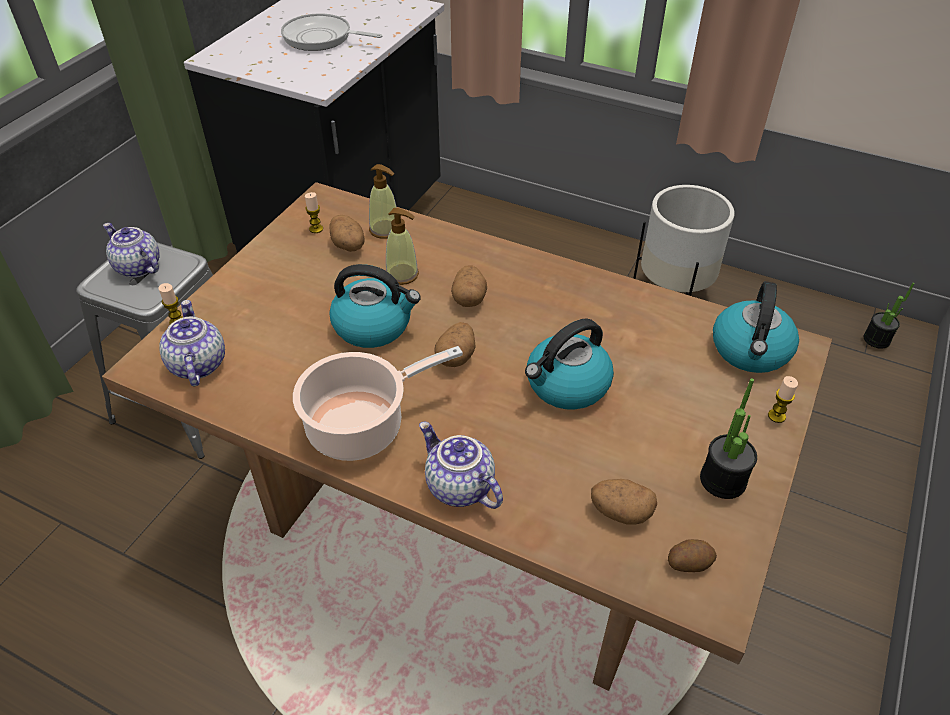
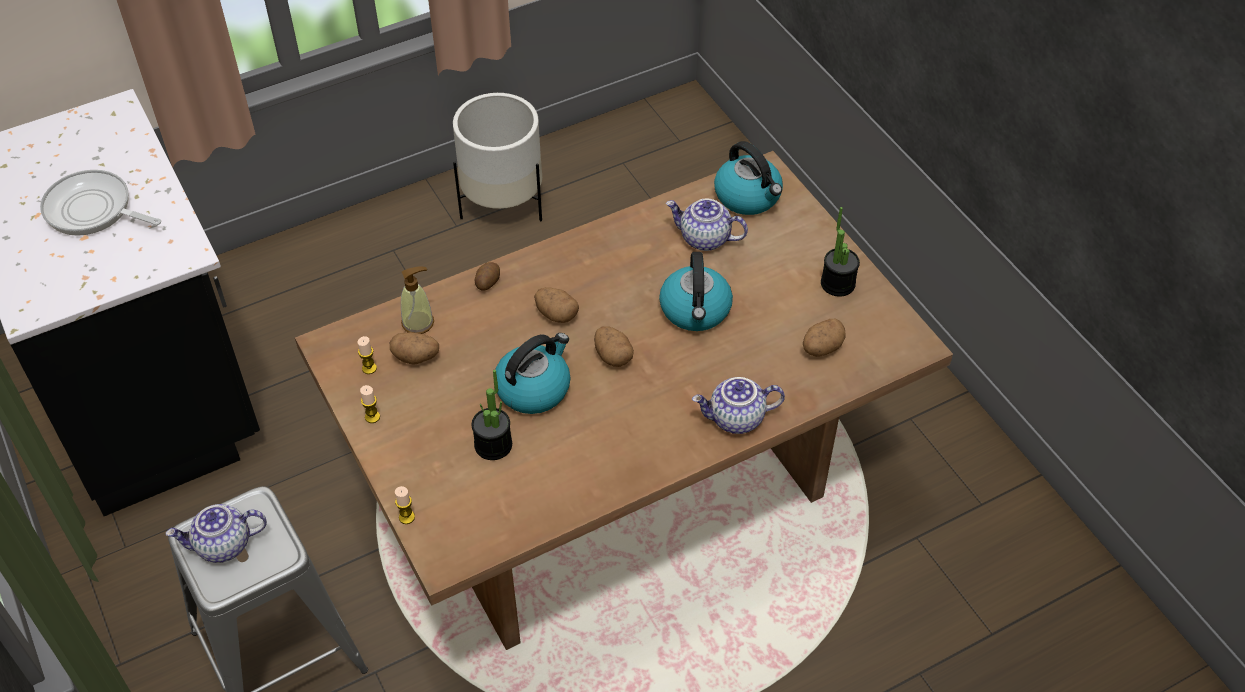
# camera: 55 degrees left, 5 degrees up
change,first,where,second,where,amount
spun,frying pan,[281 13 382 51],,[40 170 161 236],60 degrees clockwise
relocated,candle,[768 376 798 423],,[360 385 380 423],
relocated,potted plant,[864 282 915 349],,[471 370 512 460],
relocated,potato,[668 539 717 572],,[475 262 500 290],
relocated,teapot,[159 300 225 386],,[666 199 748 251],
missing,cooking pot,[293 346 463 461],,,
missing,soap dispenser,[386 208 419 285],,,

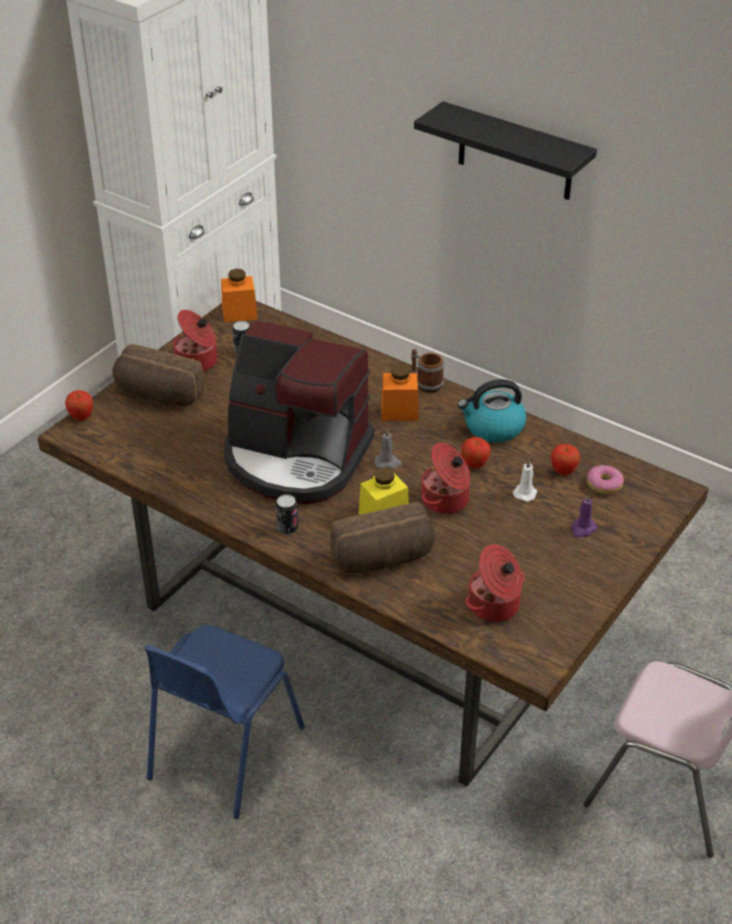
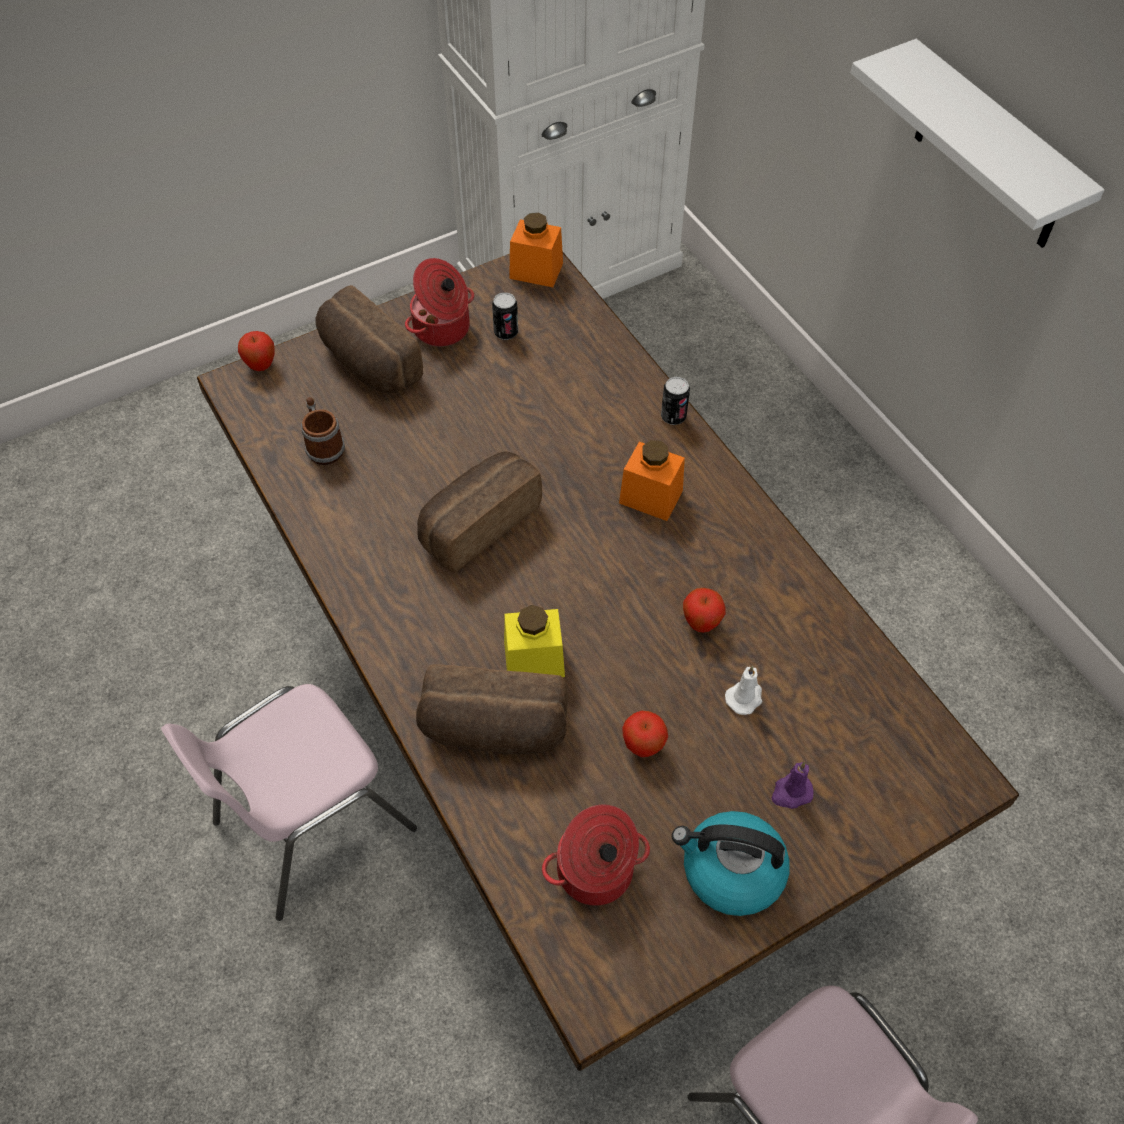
# camera: 25 degrees right, 15 degrees up
change,first,where,second,where,amount
colour,chair in blue,[144 625 305 819],chair in pink,[161 684 417 921],
relocated,mug,[411 349 444 393],,[301 397 345 465],
exchanged,coffee machine,[224 320 374 504],bread,[417 451 542 573],
relocated,apple,[551 444 580 476],,[622 711 668 757],
relocated,can,[276 495 298 535],,[661 377 690 425],
relocated,kettle,[458 379 527 443],,[672 811 790 916],
colour,shelf in black,[414 101 597 200],shelf in white,[851 39 1105 248],
missing,candle in grey,[374 428 402 469],,,
missing,cooking pot,[421 443 470 514],,,
missing,donut,[587 465 624 494],,,

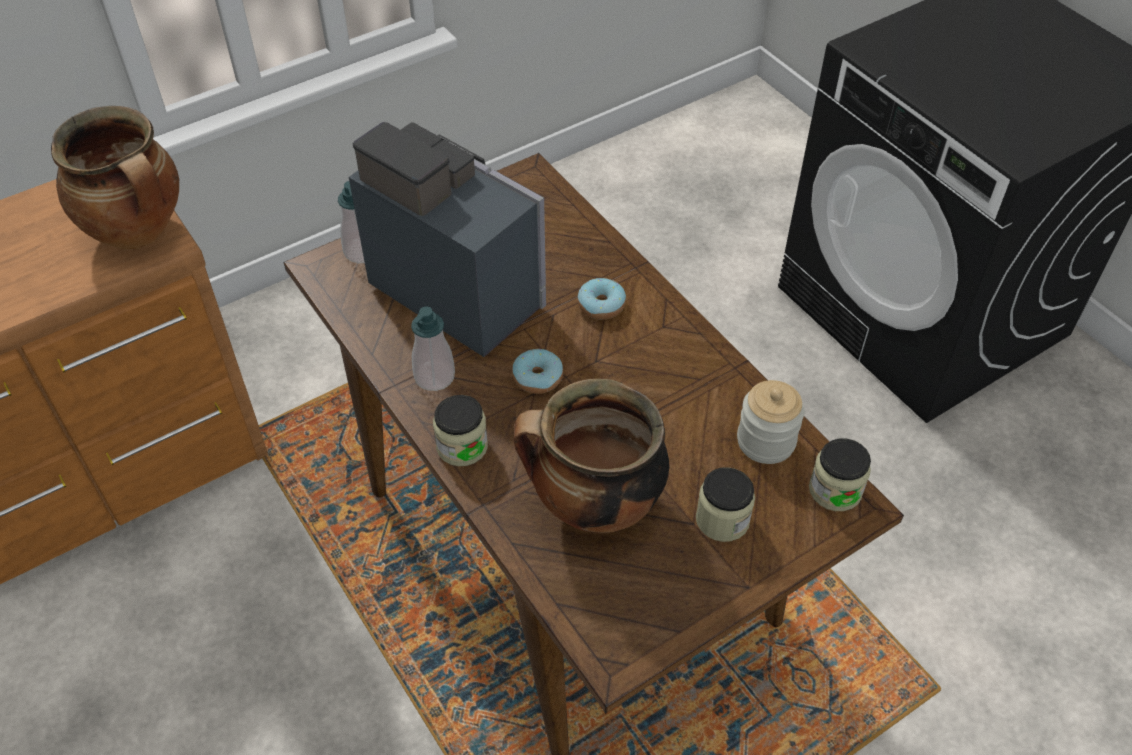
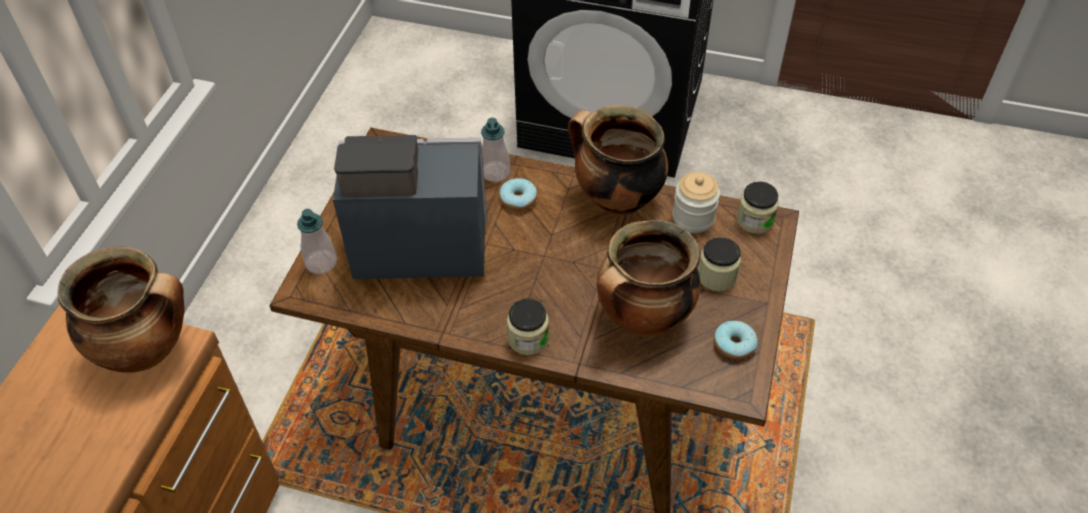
# camera: 40 degrees left, 0 degrees up
change,first,where,second,where,amount
relocated,soap dispenser,[411 307 455 391],,[481 118 510 182],
appeared,,,cooking pot,[568 105 668 215],
relocated,donut,[512 348 563 394],,[714 321 757 360],

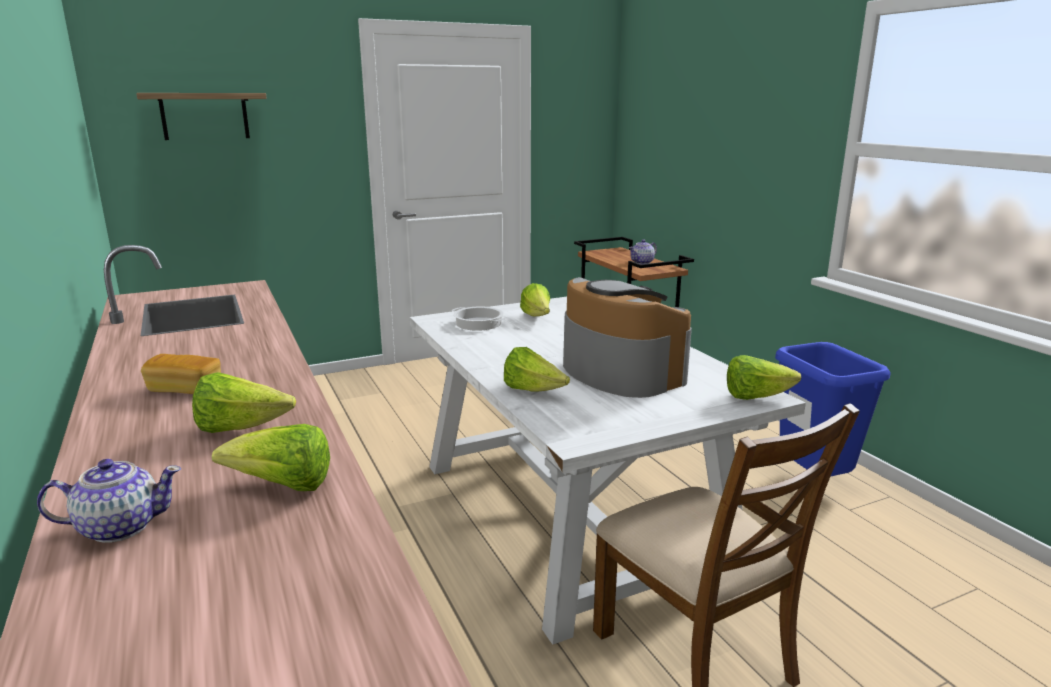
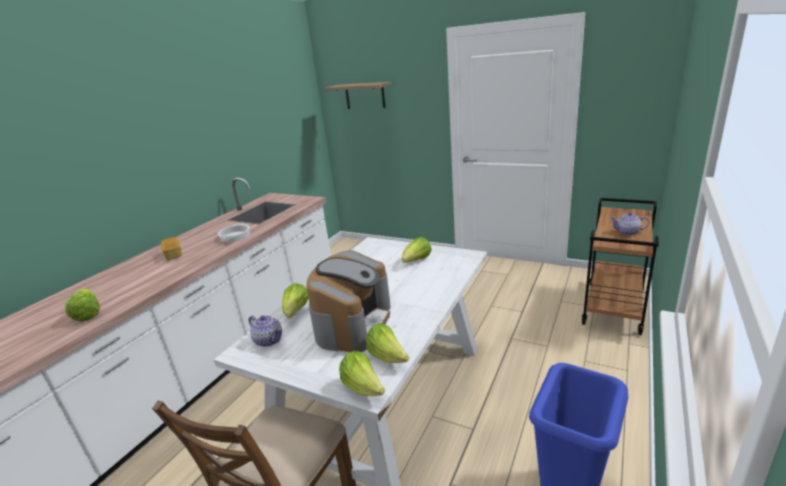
# camera: 55 degrees right, 5 degrees up
change,first,where,second,where,amount
relocated,cooking pot,[451 306 507 331],,[218 223 250 242],
relocated,teapot,[37 459 181 543],,[249 315 282 347],
relocated,lettuce,[192 372 296 433],,[366 324 409 363],

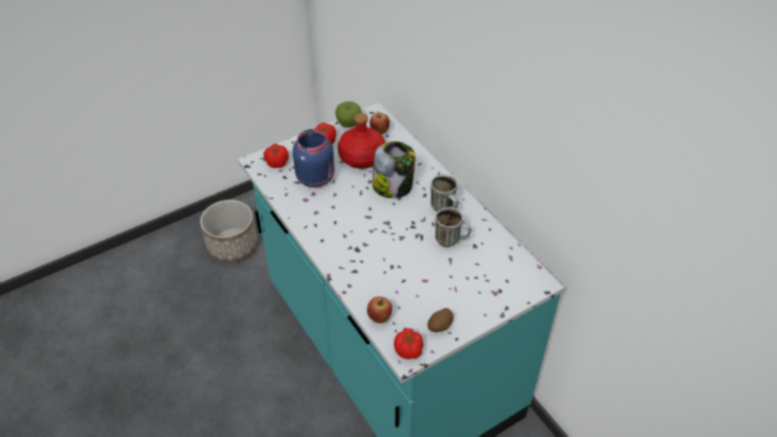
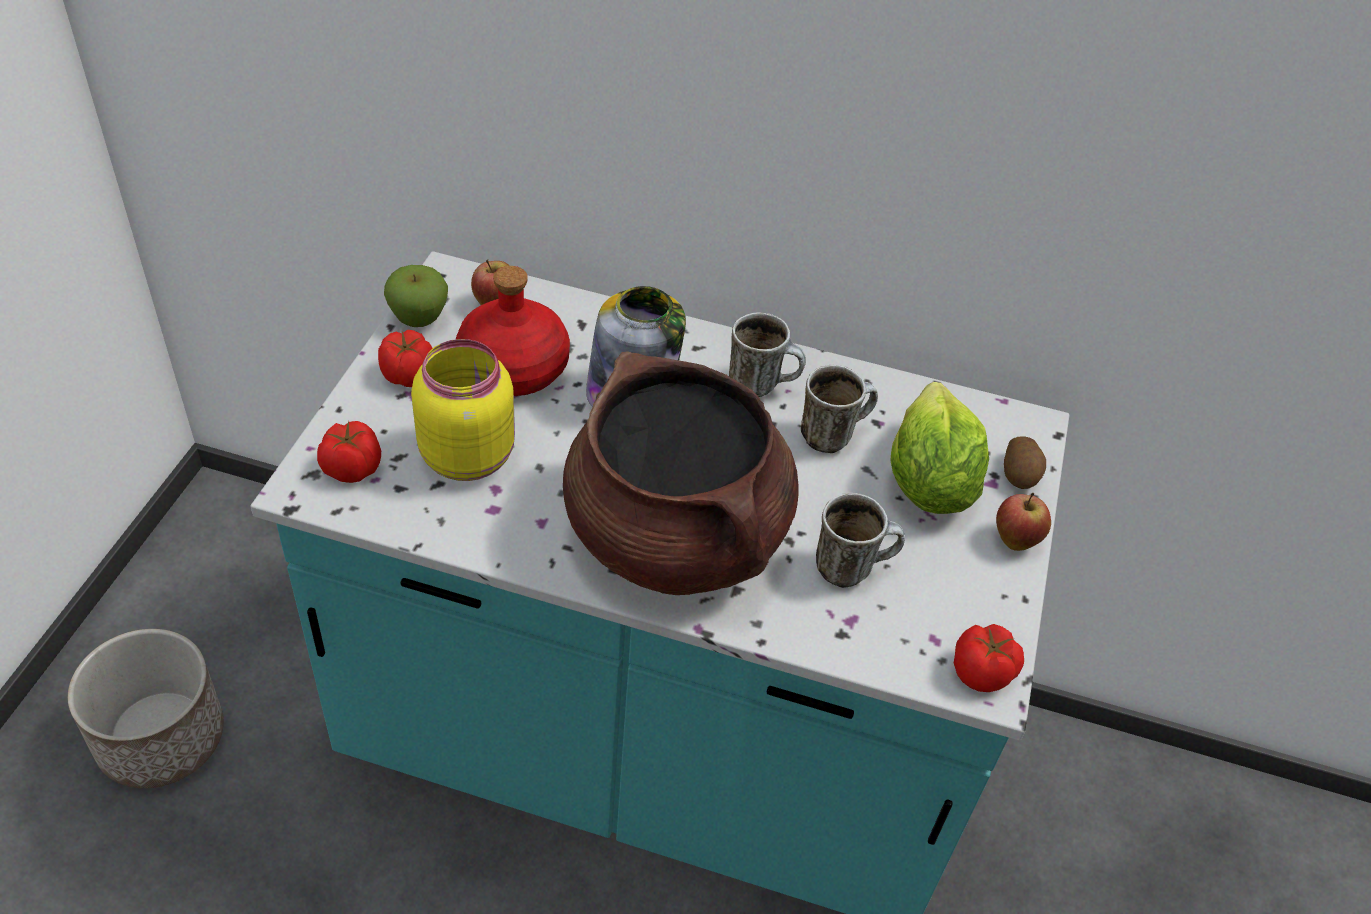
# camera: 45 degrees left, 0 degrees up
change,first,where,second,where,amount
colour,jar in blue,[293 129 335 188],jar in yellow,[411 339 515 481],
appeared,,,cooking pot in brown,[563 351 799 595],
appeared,,,mug,[816 493 905 588],
appeared,,,lettuce,[890 382 989 514],
relocated,apple,[367 296 392 323],,[996 493 1051 551],
relocated,potato,[427 308 453 332],,[1004 437 1046 489],

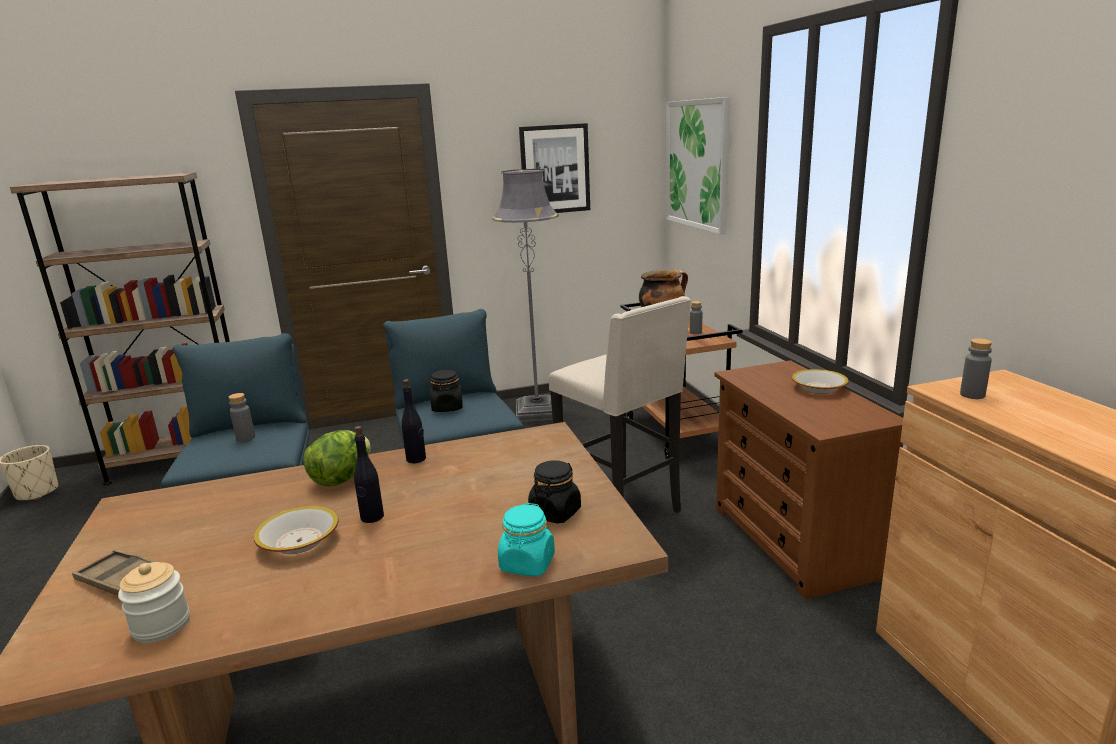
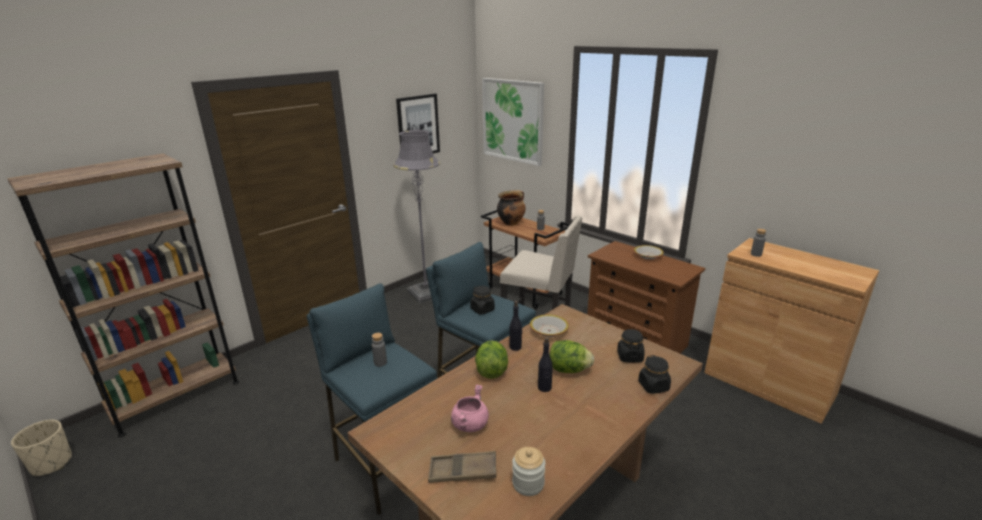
# camera: 30 degrees left, 5 degrees up
change,first,where,second,where,amount
appeared,,,cooking pot in pink,[451 384 489 432],
relocated,bowl,[254 506 338 554],,[530 314 569 337],
appeared,,,lettuce,[549 340 594 373],
colour,jar in turquoise,[498 503 555 576],jar in black,[638 355 671 394],

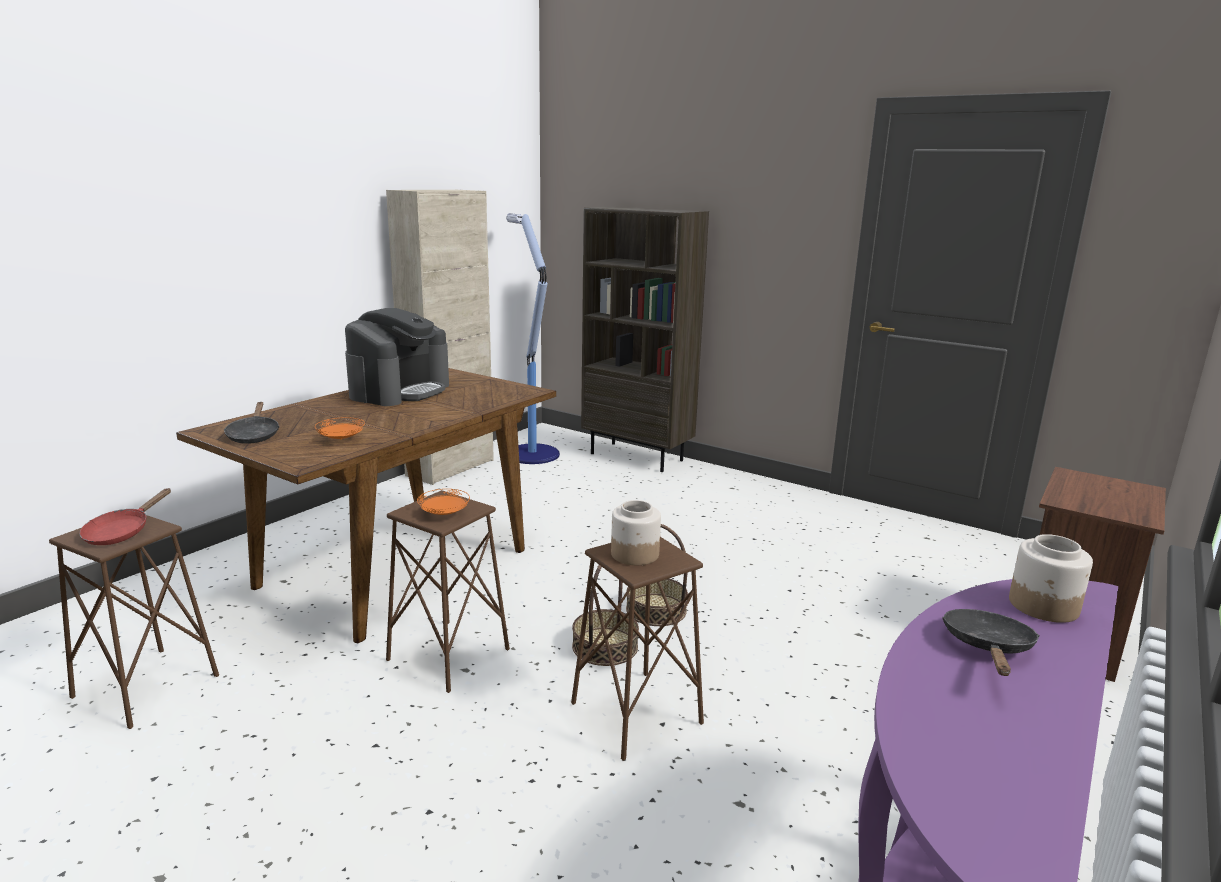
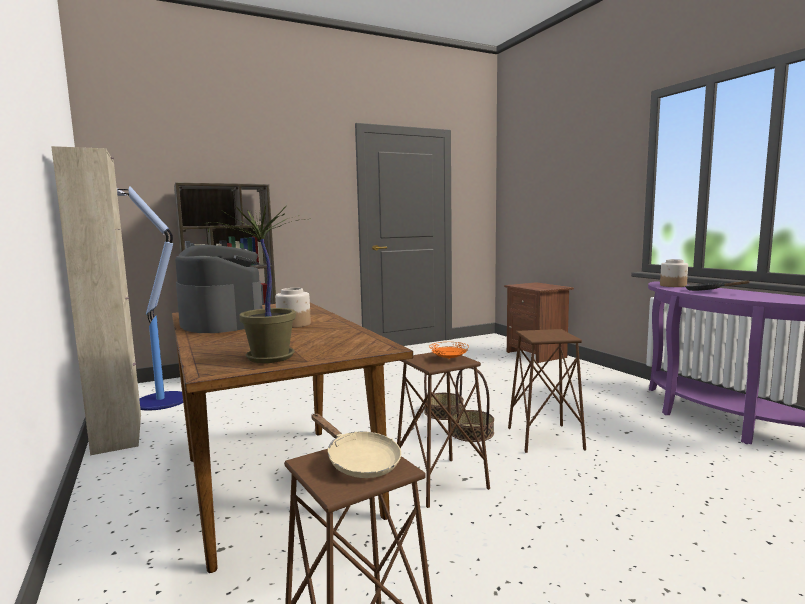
# camera: 60 degrees left, 10 degrees down
change,first,where,second,where,amount
exchanged,frying pan in black,[224 402 280 444],potted plant,[208 205 311 363],
relocated,jar,[611 500 661 565],,[275 288 311 328],
colour,frying pan in red,[79 488 171 545],frying pan in beige,[311 414 401 478],
missing,plate in orange,[315 417 365 440],,,

